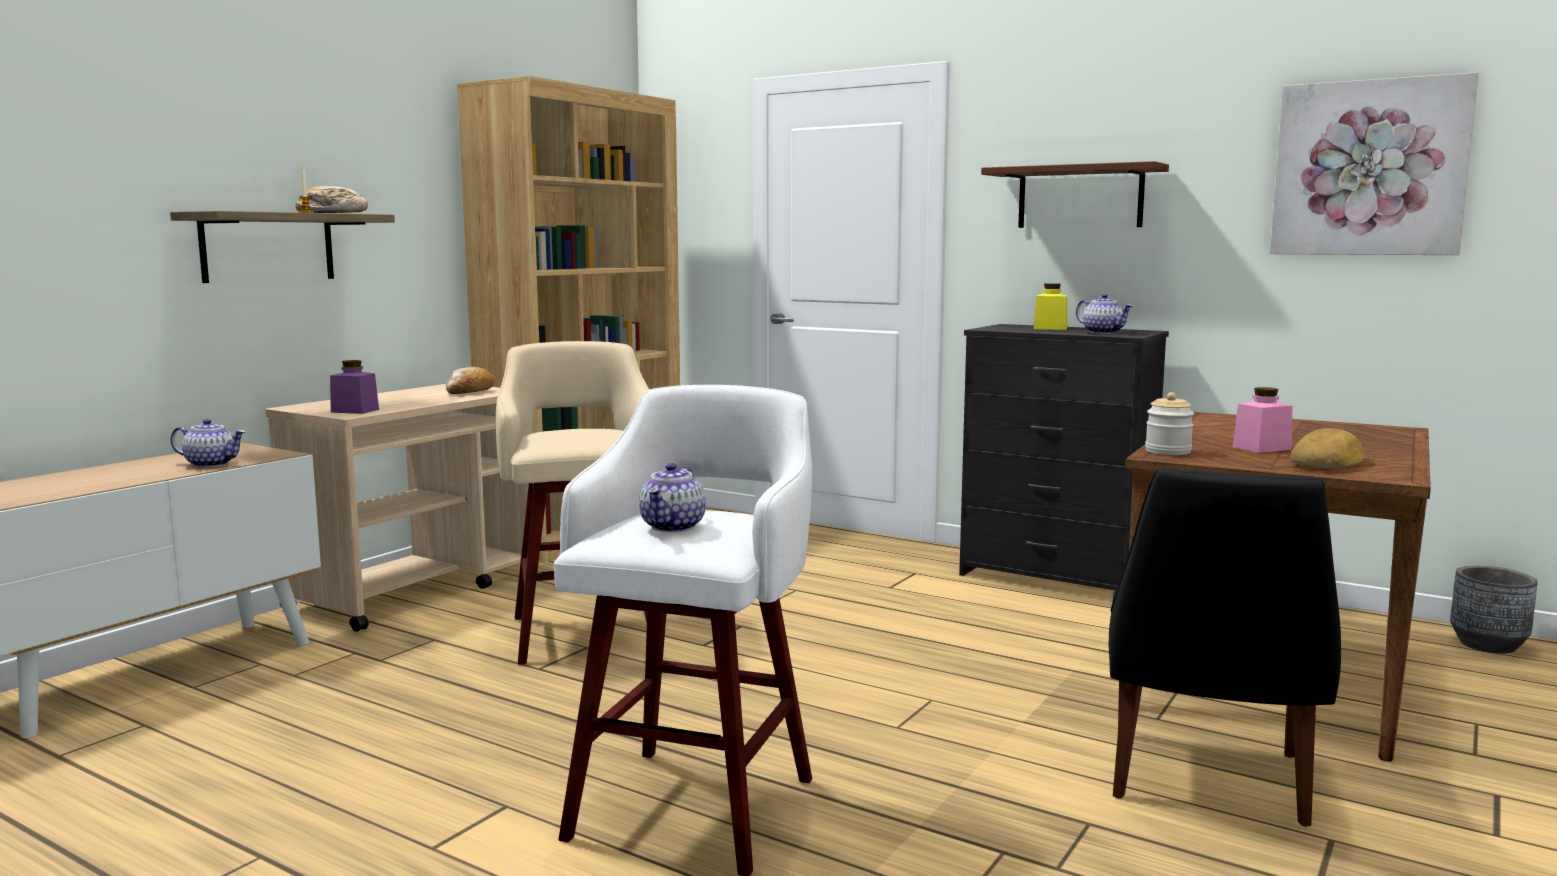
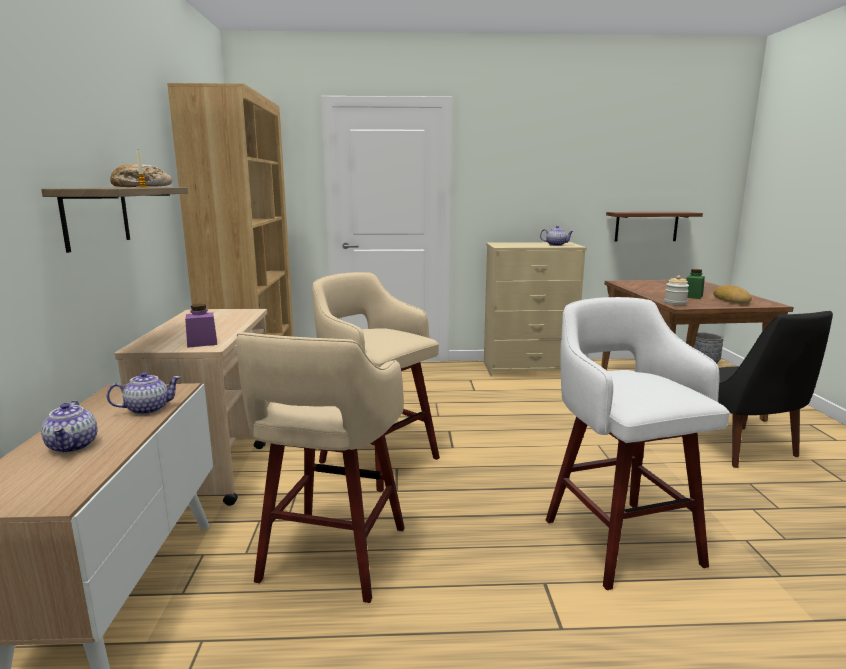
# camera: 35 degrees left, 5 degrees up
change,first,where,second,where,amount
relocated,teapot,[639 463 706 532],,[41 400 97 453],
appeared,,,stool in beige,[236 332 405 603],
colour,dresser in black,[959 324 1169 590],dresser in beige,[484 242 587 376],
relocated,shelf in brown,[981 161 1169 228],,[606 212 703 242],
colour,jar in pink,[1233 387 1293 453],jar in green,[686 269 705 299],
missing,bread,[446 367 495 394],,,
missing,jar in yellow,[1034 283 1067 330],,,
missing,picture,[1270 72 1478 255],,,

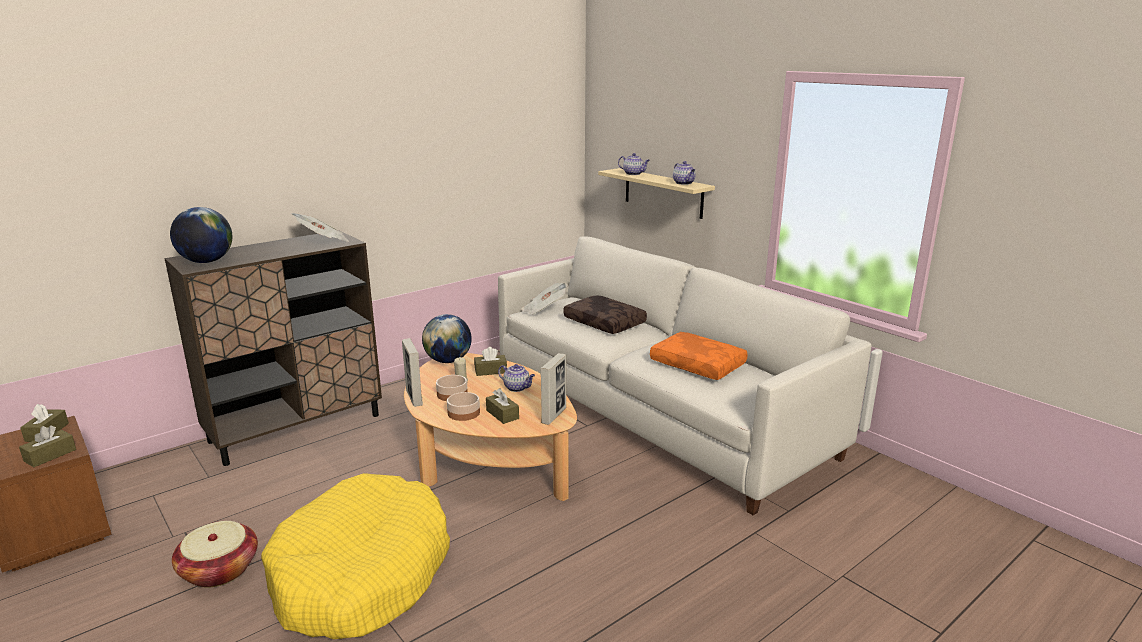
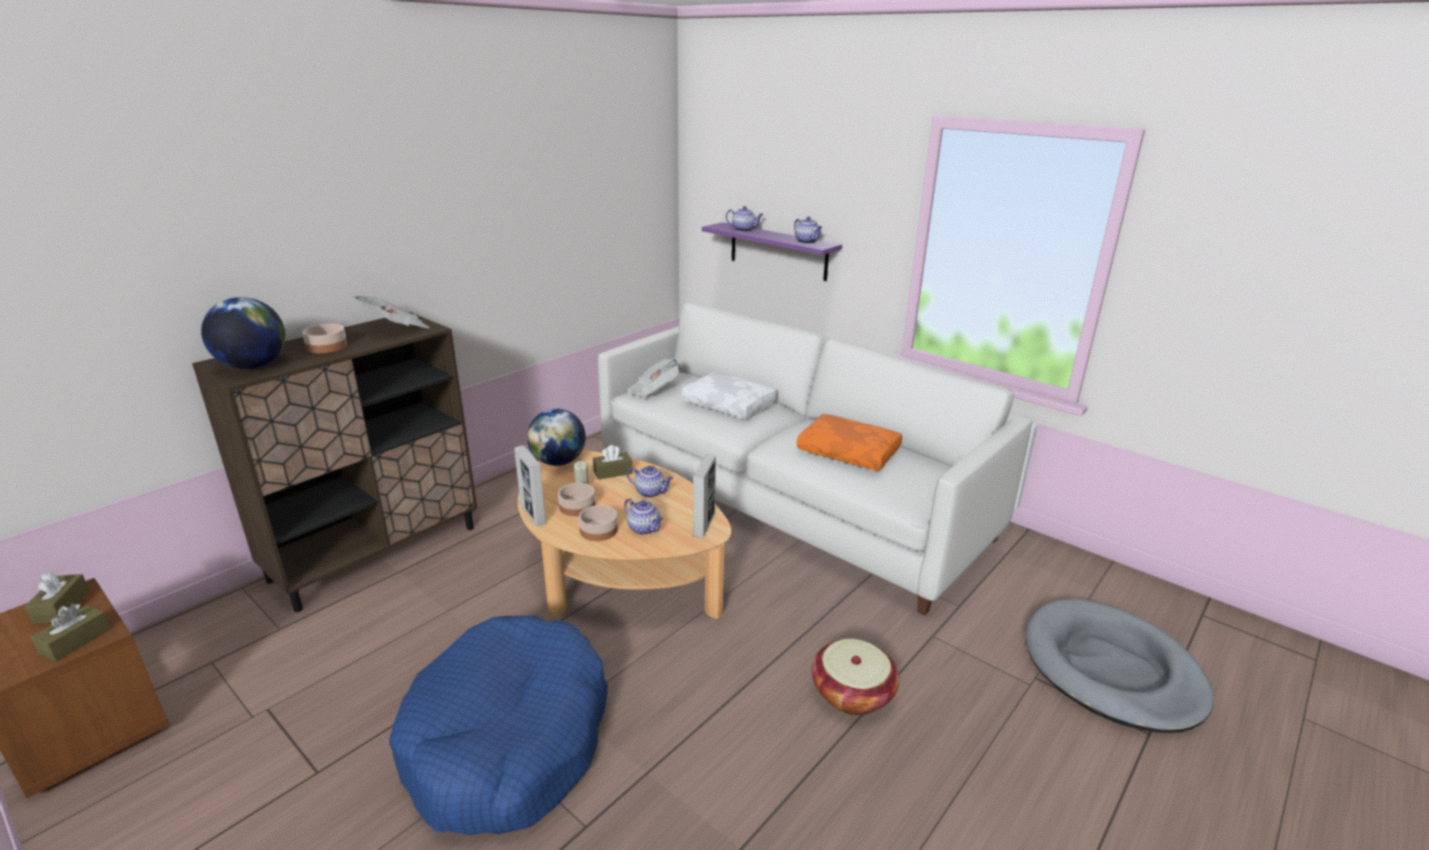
# camera: 10 degrees left, 5 degrees up
change,first,where,second,where,amount
appeared,,,bowl,[302 324 347 353],
colour,dog bed in yellow,[261 473 450 640],dog bed in blue,[389 615 608 835],
exchanged,tissue box in brown,[486 388 519 424],teapot,[624 498 663 535],
colour,pillow in brown,[563 295 647 334],pillow in white,[682 372 777 419],
colour,shelf in beige,[598 168 715 219],shelf in purple,[702 222 842 281],
relocated,basket,[172 521 258 588],,[812 639 899 715],
appeared,,,dog bed in grey,[1025 598 1214 733],

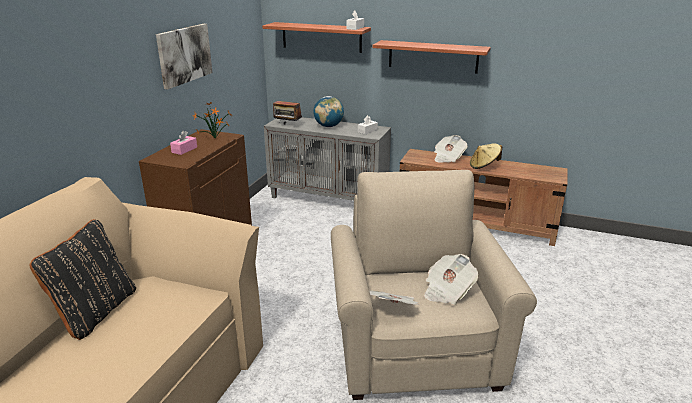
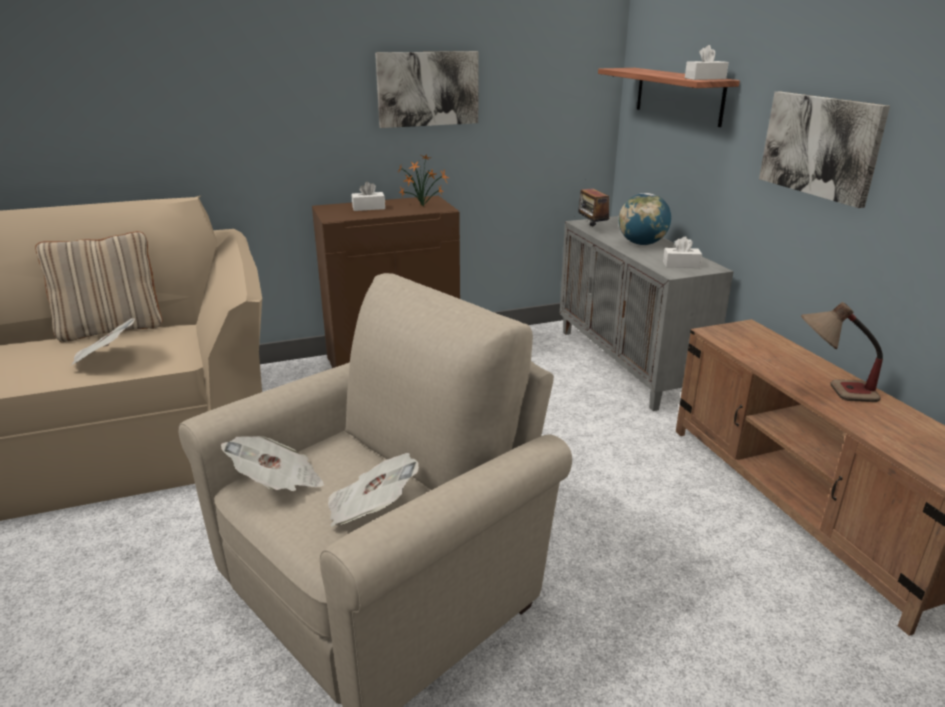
# camera: 50 degrees right, 0 degrees up
change,first,where,second,where,amount
colour,pillow in black,[29 219 136 340],pillow in beige,[35 231 163 342],
relocated,newspaper,[434 135 467 163],,[69 318 135 367],
colour,tissue box in pink,[170 131 197 155],tissue box in white,[352 181 385 211],
exchanged,shelf,[372 40 491 74],picture,[759 92 890 208],
exchanged,hat in beige,[470 143 502 169],table lamp,[801 302 883 402],

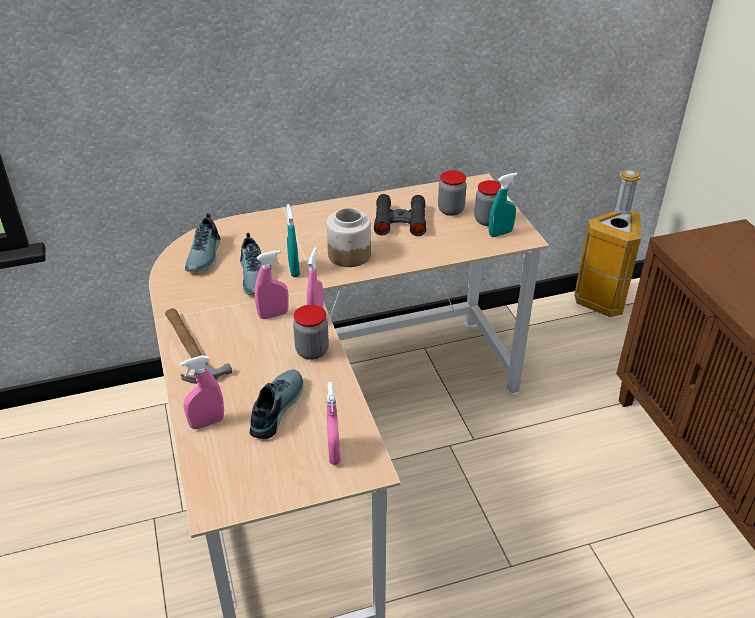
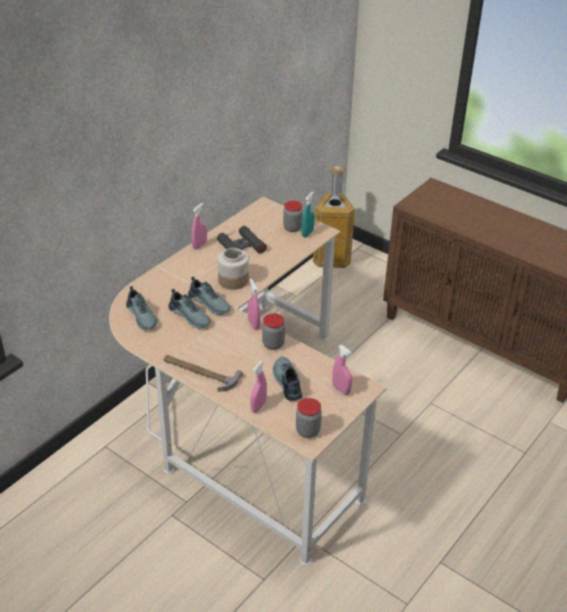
# camera: 35 degrees left, 0 degrees up
change,first,where,second,where,amount
exchanged,spray bottle in turquoise,[287 204 300 277],shoe,[188 276 230 315],
relocated,spray bottle in pink,[255 250 289 319],,[191 203 207 250],
relocated,jar,[438 170 467 216],,[296 398 322 438],

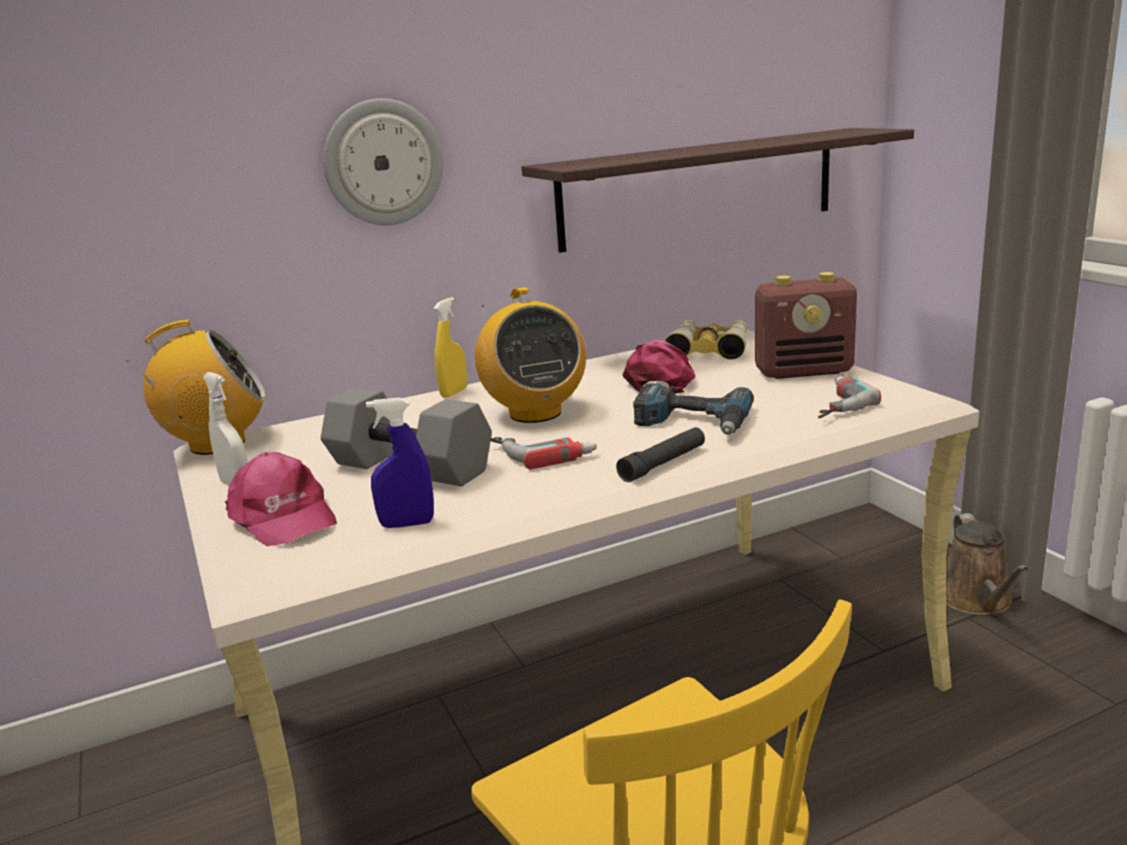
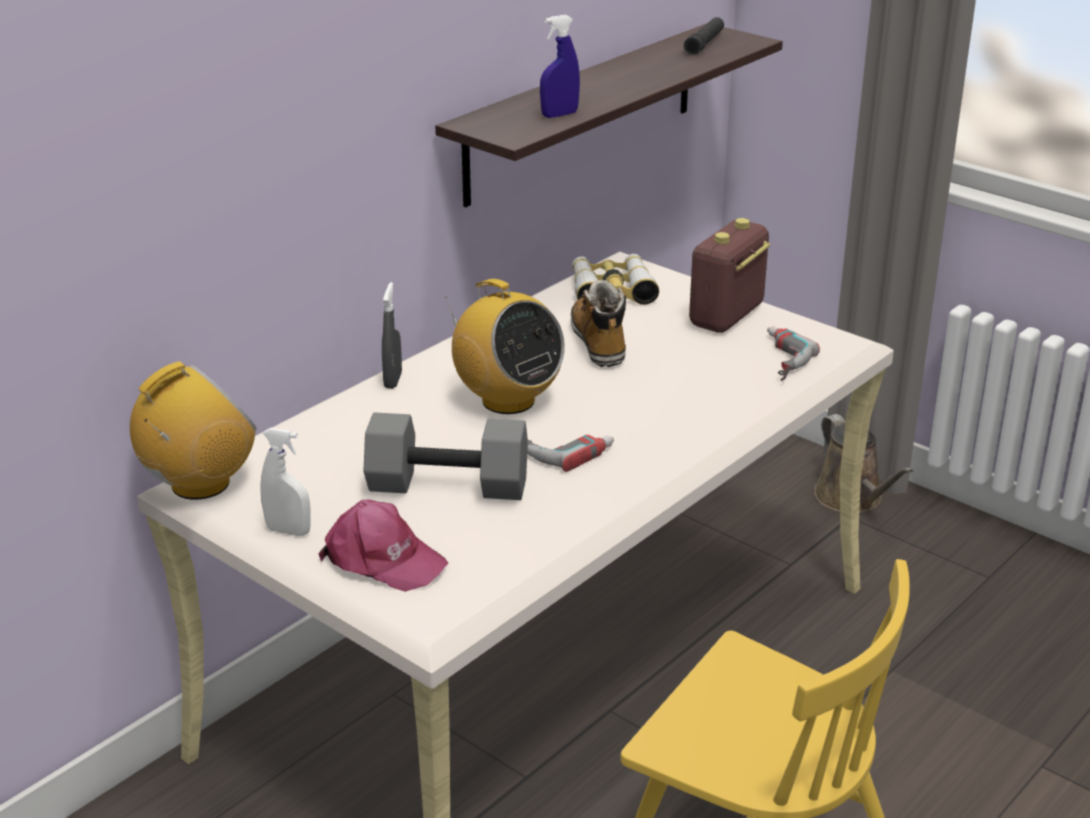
# camera: 25 degrees left, 10 degrees up
change,first,where,second,where,amount
colour,spray bottle in yellow,[434 297 467 398],spray bottle in grey,[382 282 402 389],
relocated,spray bottle in blue,[366 398 434 528],,[540 15 580 118],
exchanged,cap in pink,[622 340 696 394],boot,[571 280 626 367],
relocated,flashlight in black,[616 427 705 482],,[684 17 724 56],
spun,radio,[755 272 857 379],,[689 218 770 333],150 degrees clockwise
missing,wall clock,[323 98 444 225],,,
missing,power drill,[633 383 754 435],,,

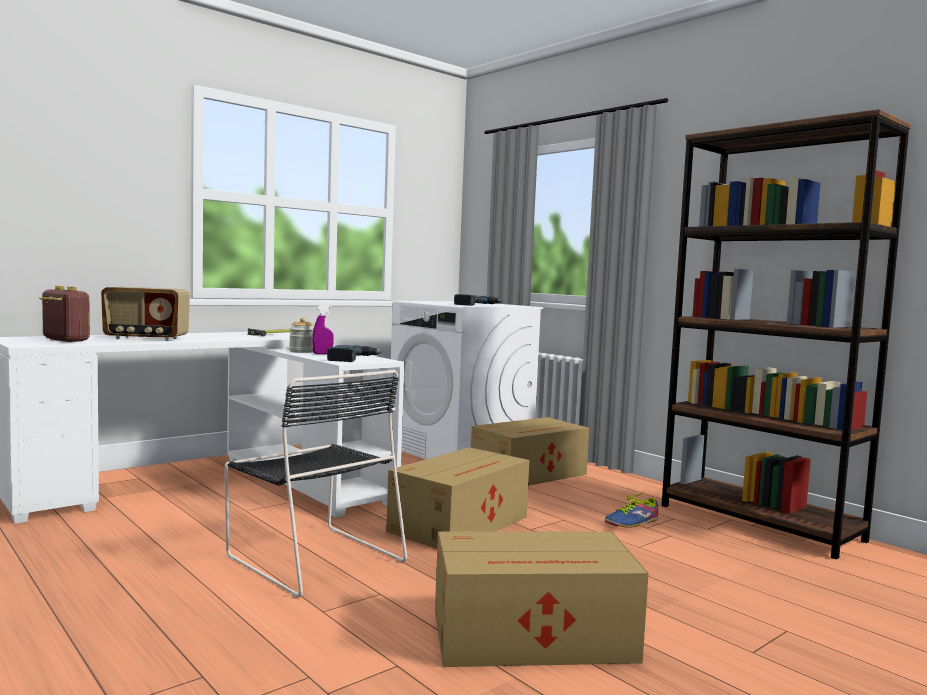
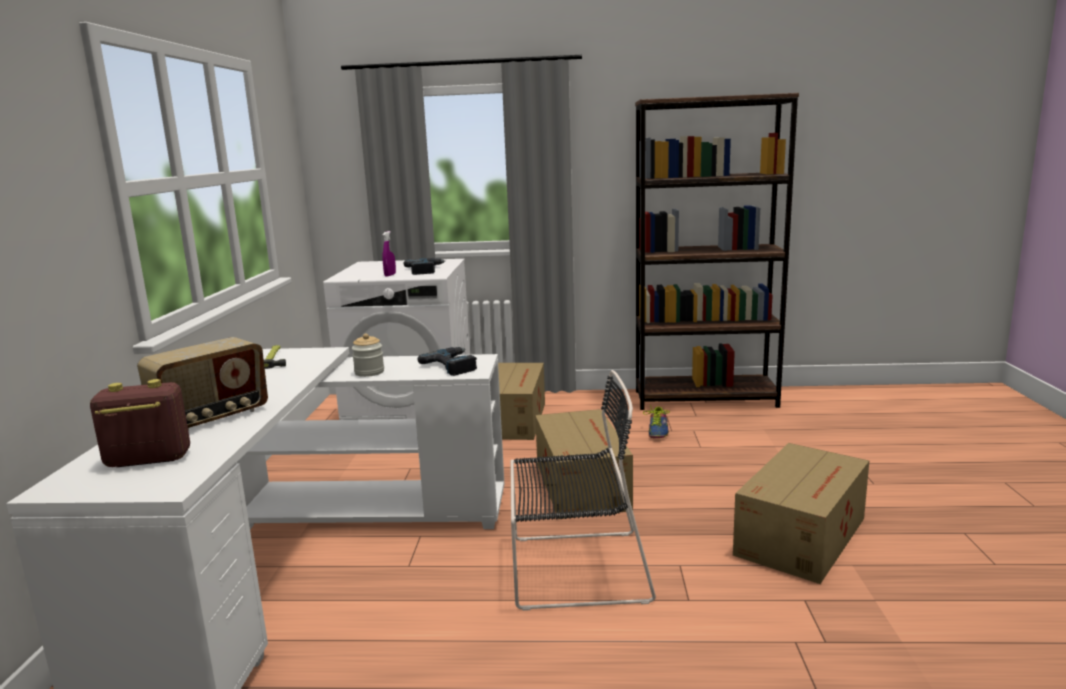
# camera: 45 degrees left, 10 degrees up
change,first,where,second,where,amount
relocated,spray bottle in purple,[312 306 334 354],,[382 231 396 276],

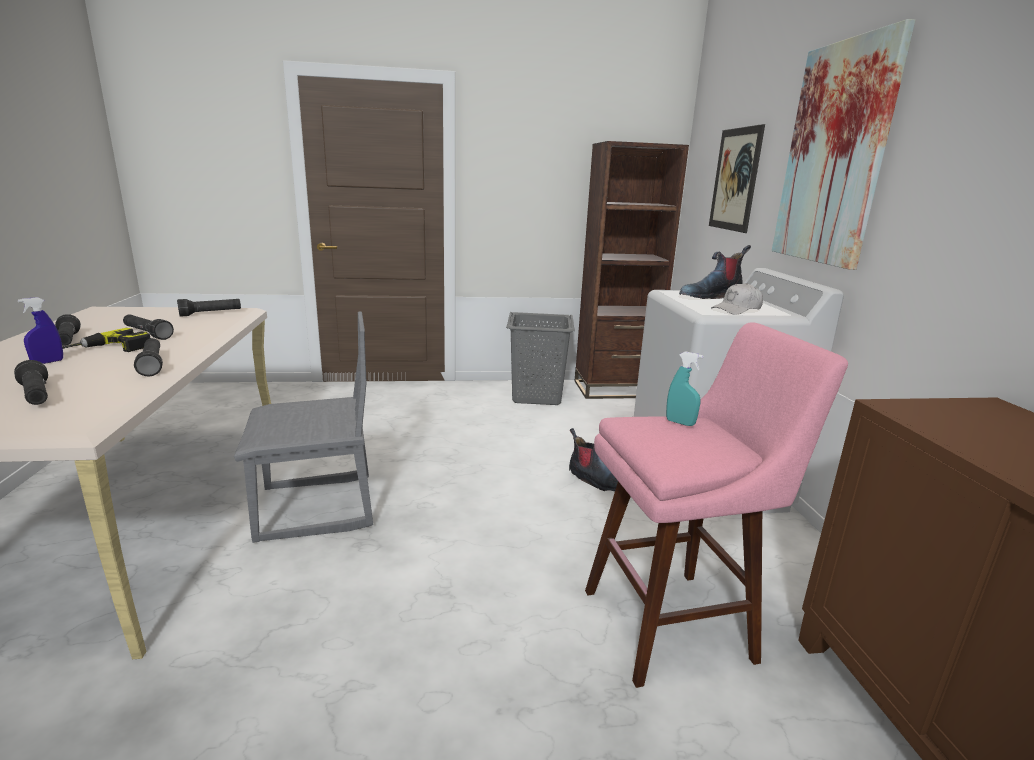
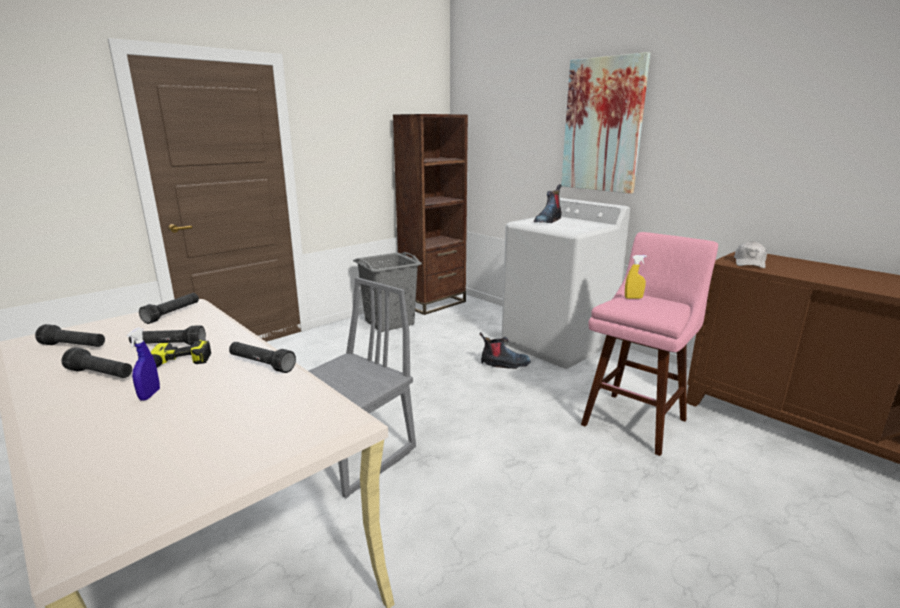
# camera: 35 degrees left, 0 degrees up
change,first,where,second,where,amount
relocated,flashlight in black,[14 360 48 405],,[35 324 105 347],
colour,spray bottle in turquoise,[666 351 703 426],spray bottle in yellow,[625 255 647 299],
relocated,cap in white,[711 283 763 315],,[734 241 767 268],
missing,picture,[709 124 765 233],,,

